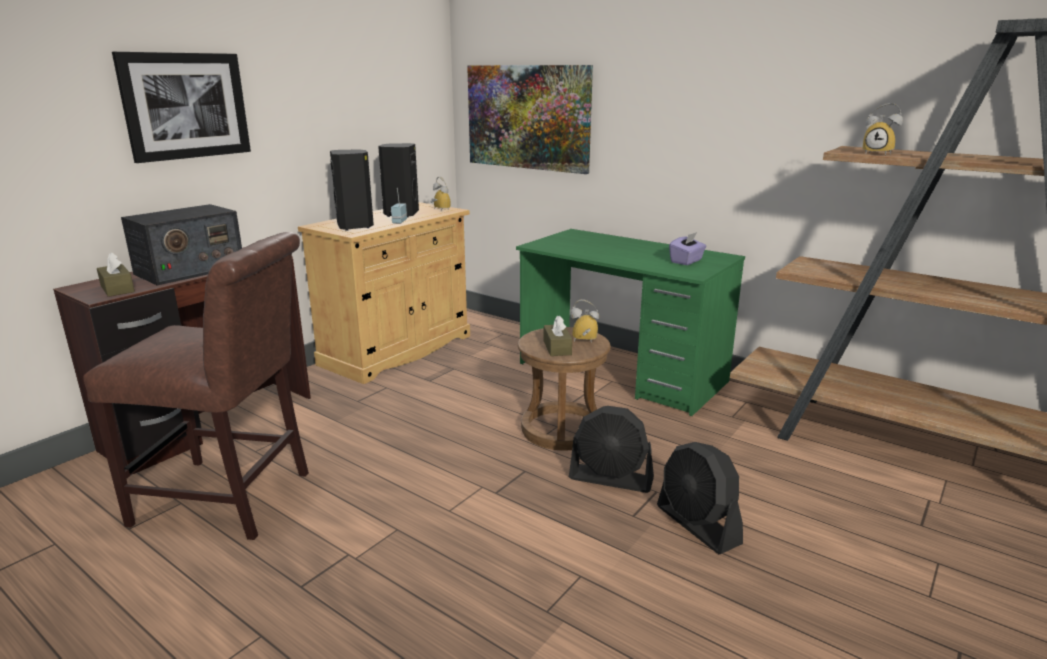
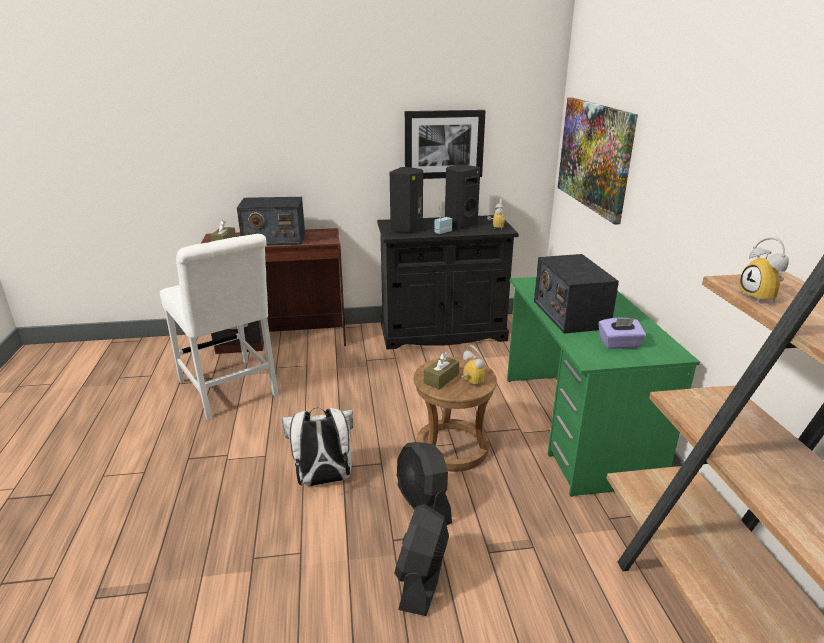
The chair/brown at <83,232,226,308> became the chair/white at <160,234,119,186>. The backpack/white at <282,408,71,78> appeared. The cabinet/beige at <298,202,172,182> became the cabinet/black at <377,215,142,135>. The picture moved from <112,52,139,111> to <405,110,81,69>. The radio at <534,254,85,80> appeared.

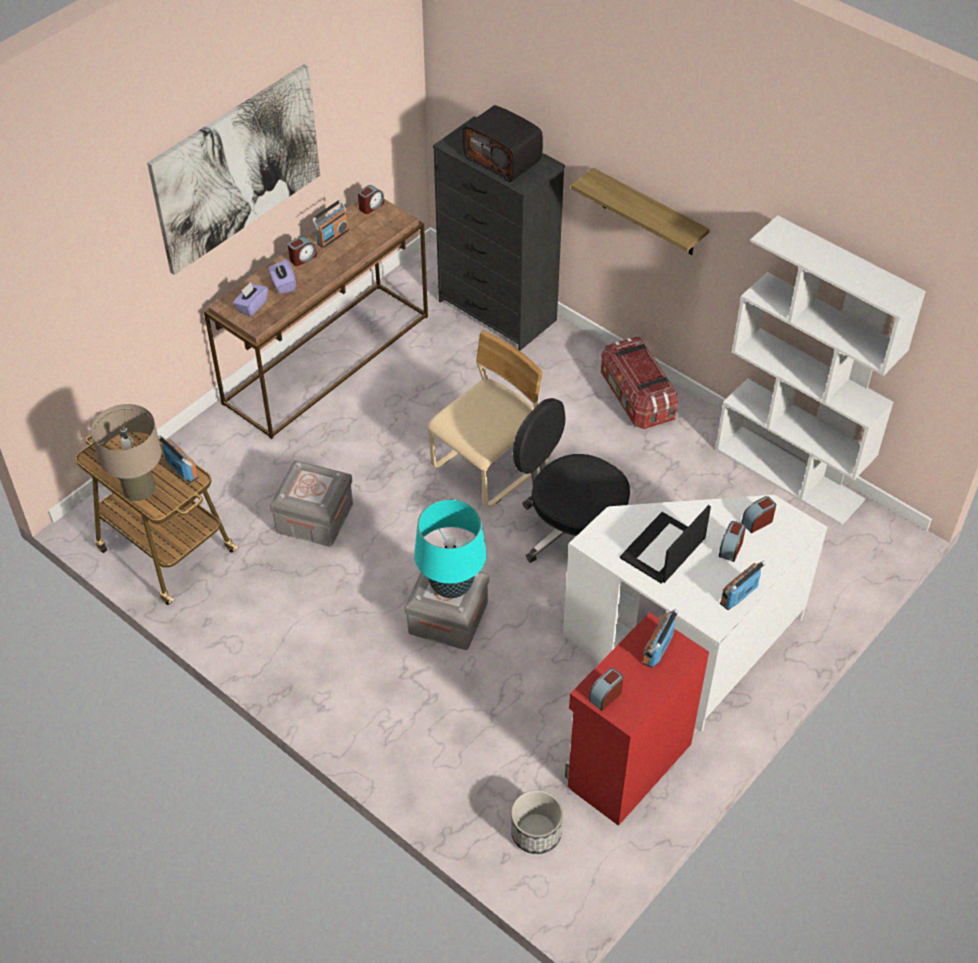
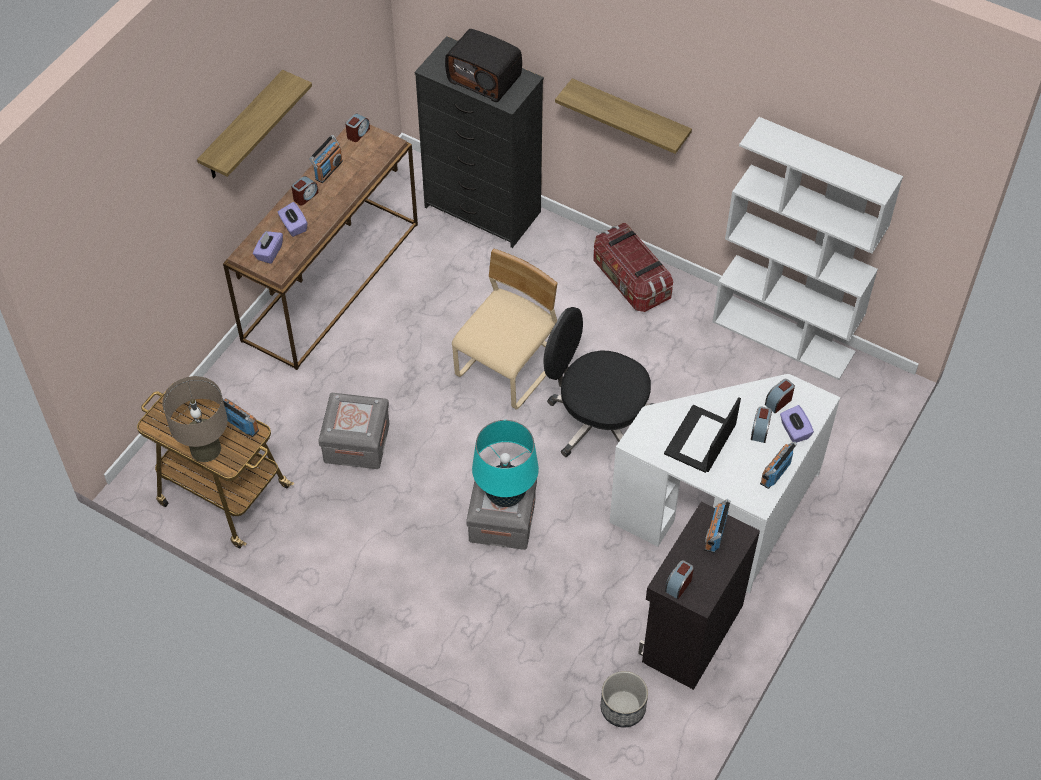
The picture at <147,64,173,211> was replaced by the shelf at <197,70,115,108>. The cabinet/red at <565,612,144,214> became the cabinet/black at <638,502,122,188>. The tissue box/purple at <780,405,34,38> appeared.

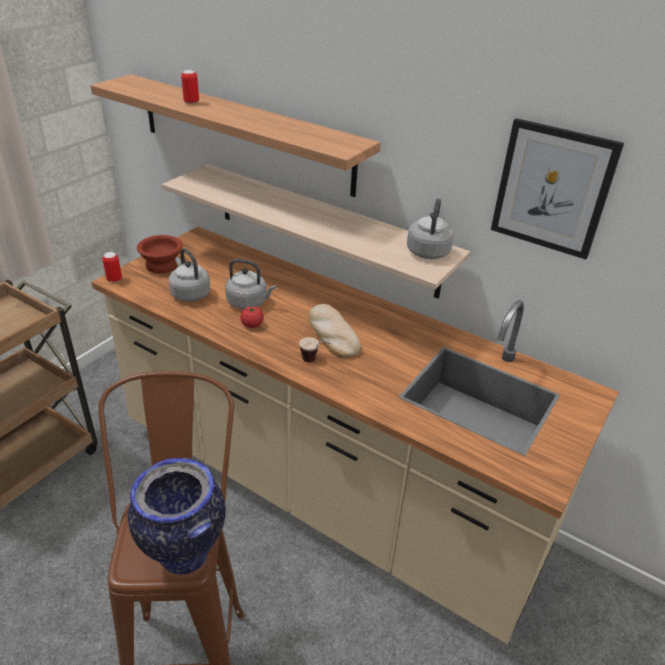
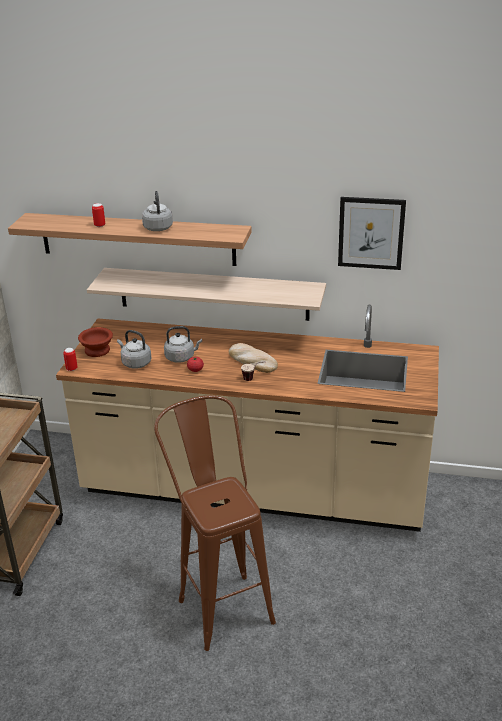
The kettle/grey moved from <407,198,47,61> to <142,191,31,40>. The vase at <128,458,98,117> disappeared.

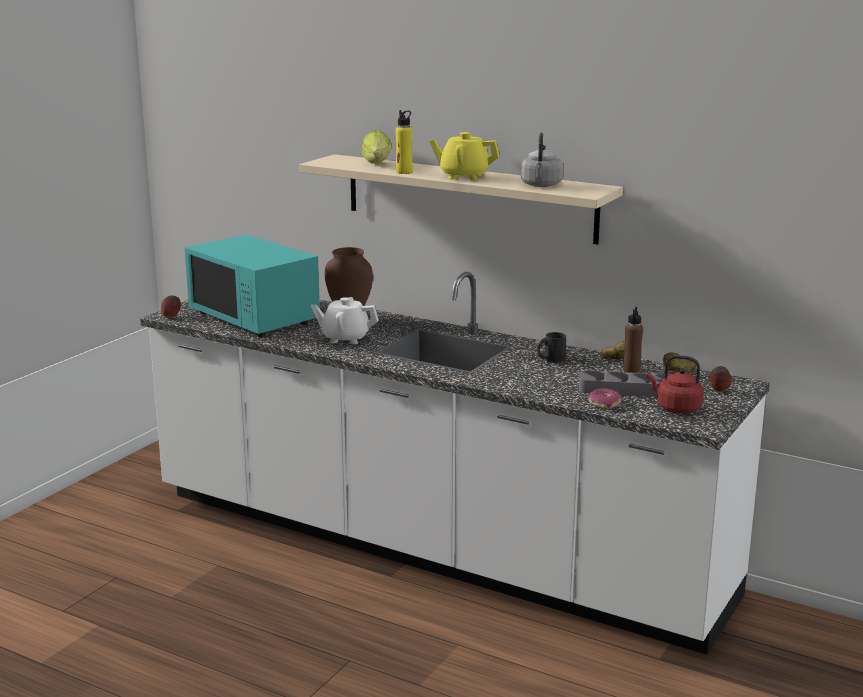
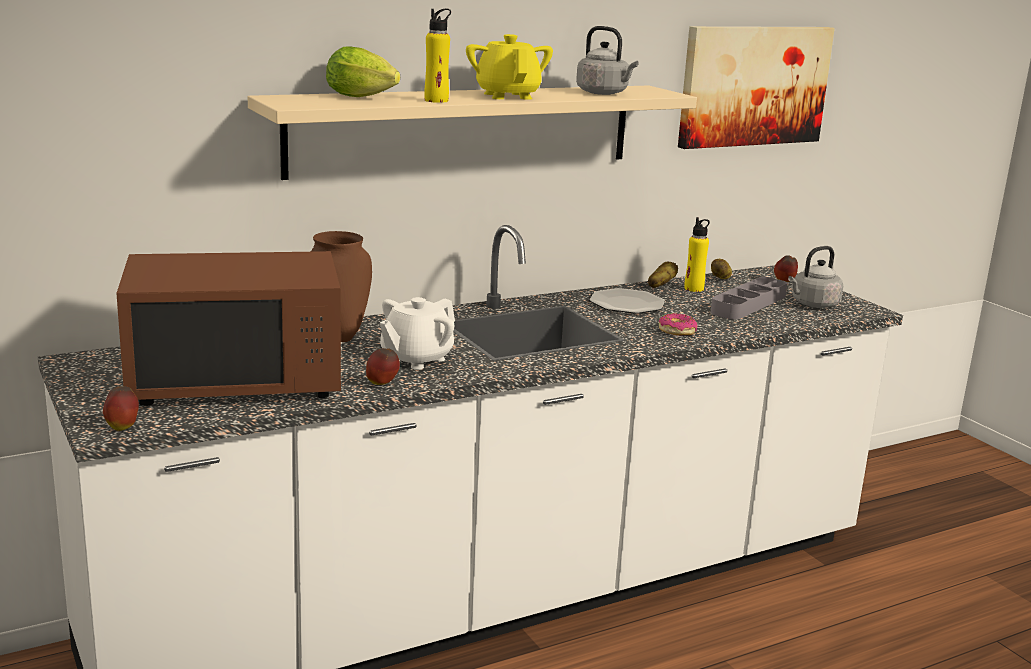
The microwave/turquoise at <185,234,135,103> became the microwave/brown at <116,251,225,155>. The apple at <366,348,34,37> appeared. The teapot/yellow at <429,132,71,48> turned 120 degrees clockwise. The mug/black at <537,332,29,31> was replaced by the plate at <590,288,75,26>. The donut moved from <588,388,34,21> to <659,313,39,22>. The picture at <678,26,157,123> appeared. The bottle/brown at <623,307,20,66> became the bottle/yellow at <684,217,26,75>. The kettle/red at <647,355,57,59> became the kettle/grey at <788,246,55,62>.

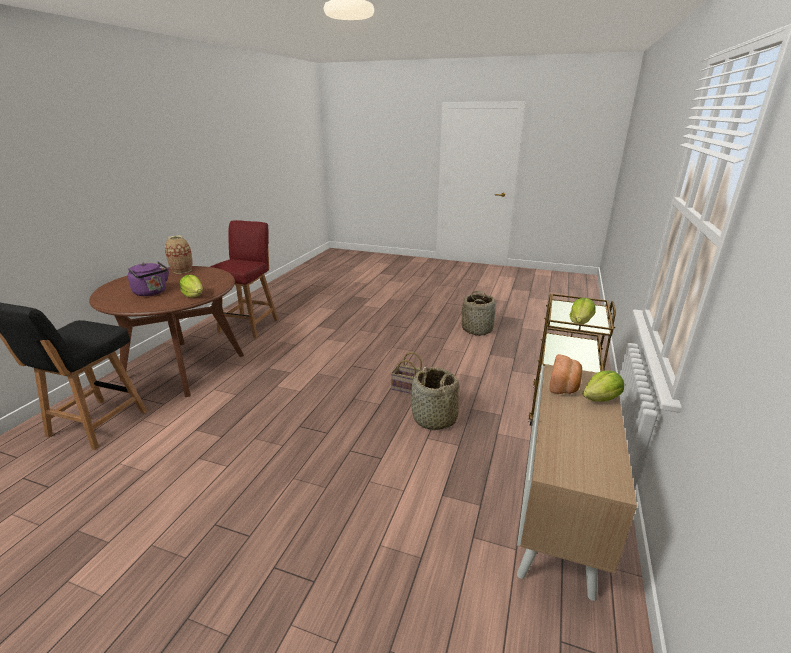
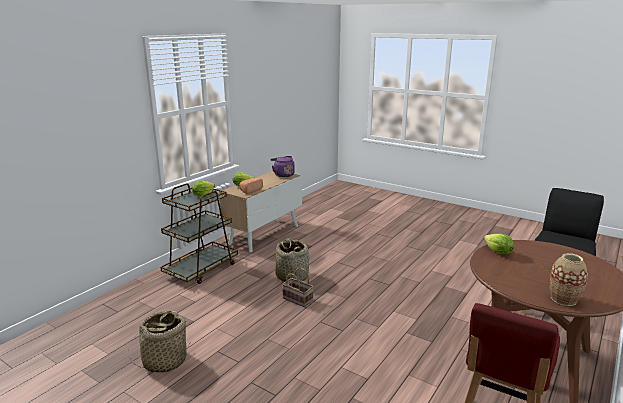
The kettle/purple moved from <128,261,41,35> to <270,156,25,21>.

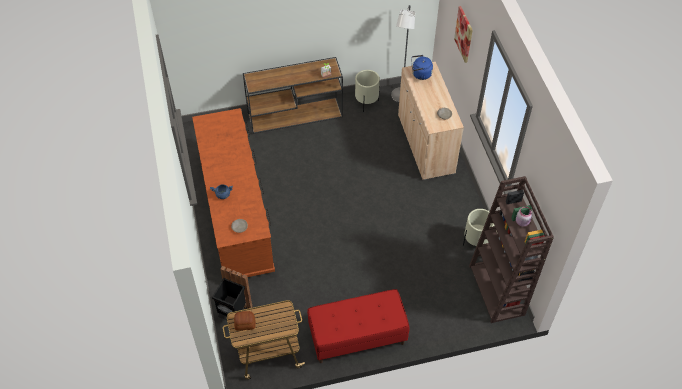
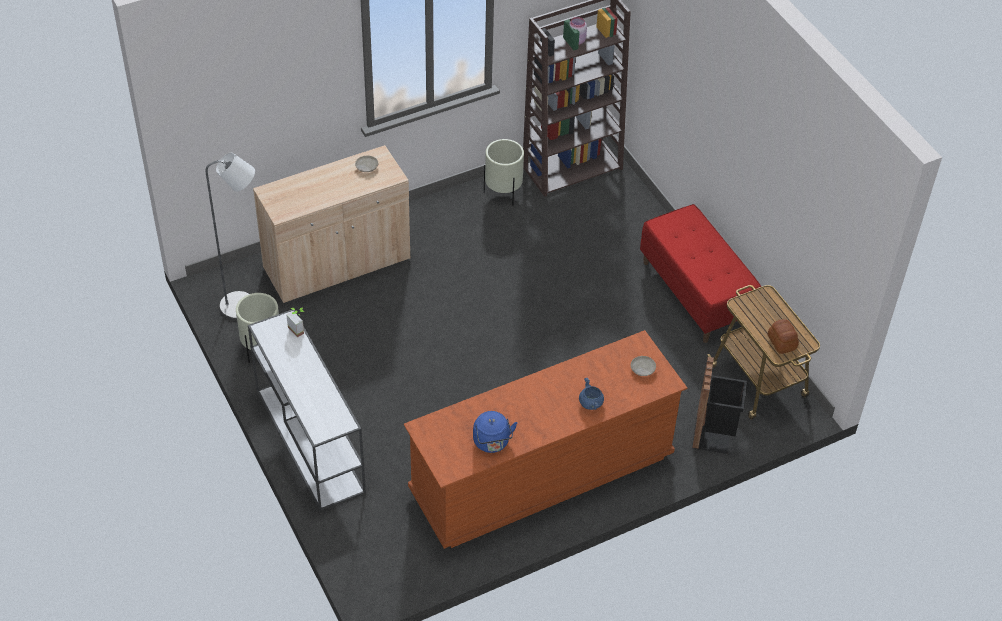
The console table/brown at <243,57,100,77> became the console table/white at <248,310,118,201>. The kettle/blue moved from <411,55,22,25> to <473,411,44,42>. The picture at <454,6,19,57> disappeared.

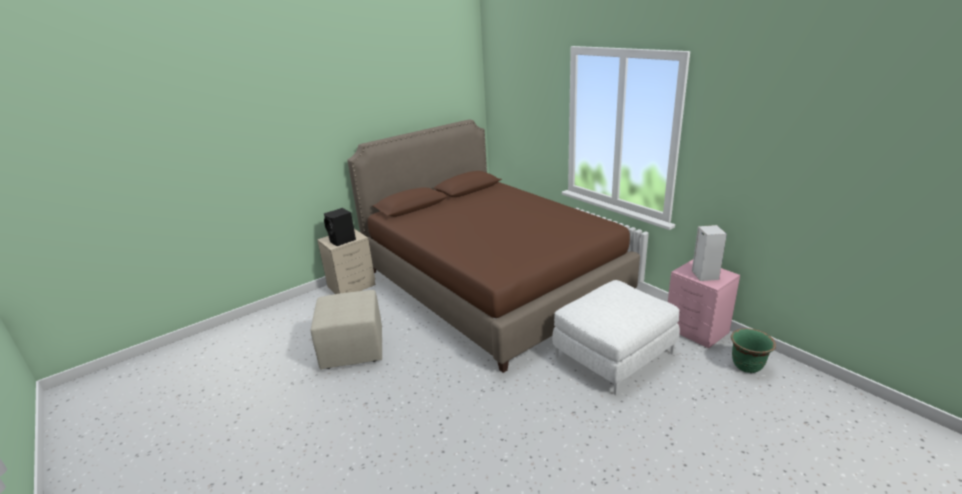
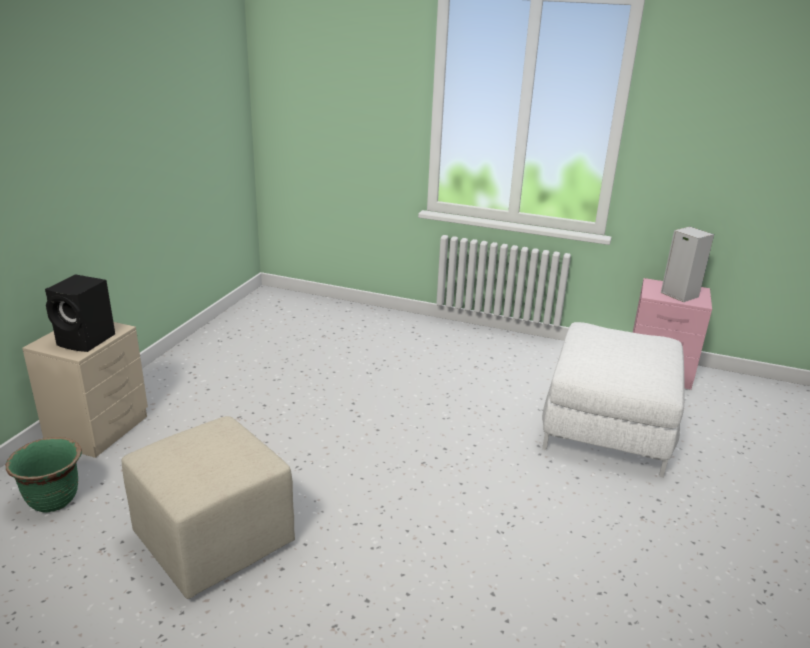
The planter/green moved from <731,328,45,45> to <6,437,76,76>. The bed/brown at <347,119,293,254> disappeared.

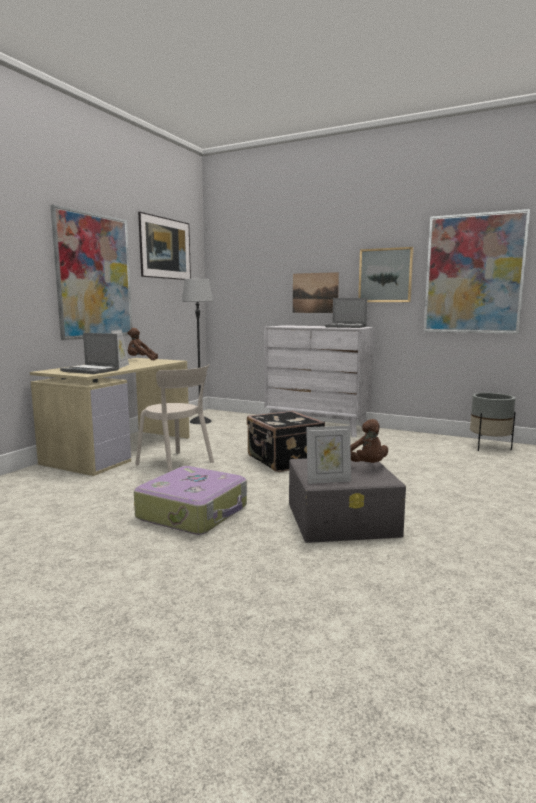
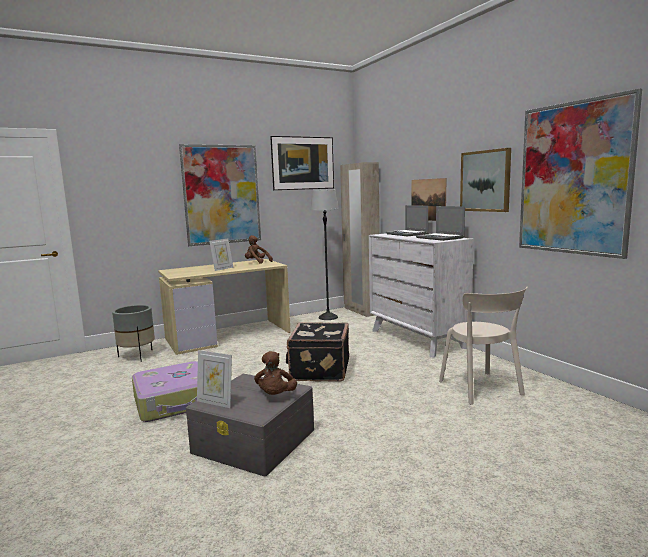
The planter/grey moved from <470,393,45,58> to <112,305,43,57>. The wardrobe/beige at <340,162,40,155> appeared. The laptop moved from <60,333,59,41> to <386,205,42,31>. The chair/beige moved from <135,364,79,108> to <439,287,89,118>.

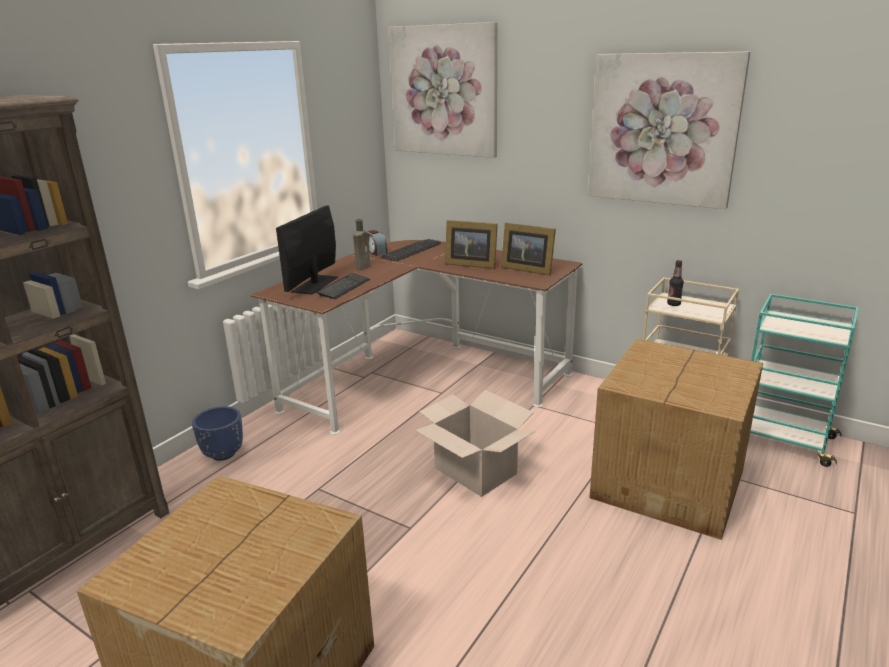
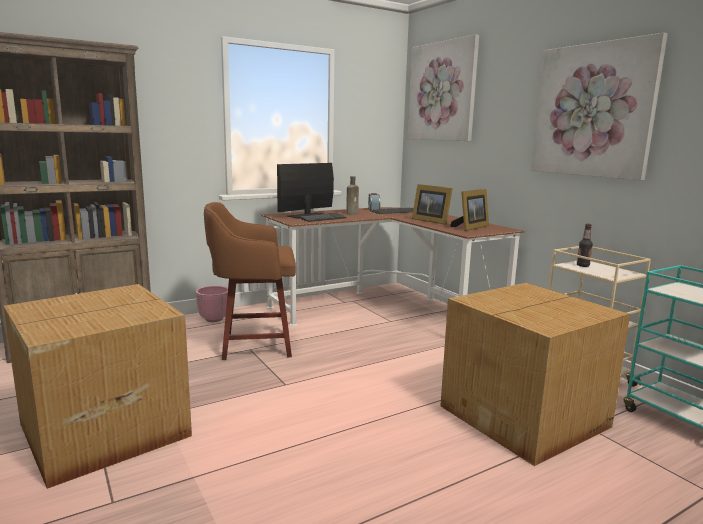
The planter/blue at <192,406,51,55> became the planter/pink at <196,286,32,36>. The stool/brown at <204,202,92,158> appeared. The picture frame at <501,223,55,52> turned 105 degrees counterclockwise. The cardboard box at <415,390,120,107> disappeared.

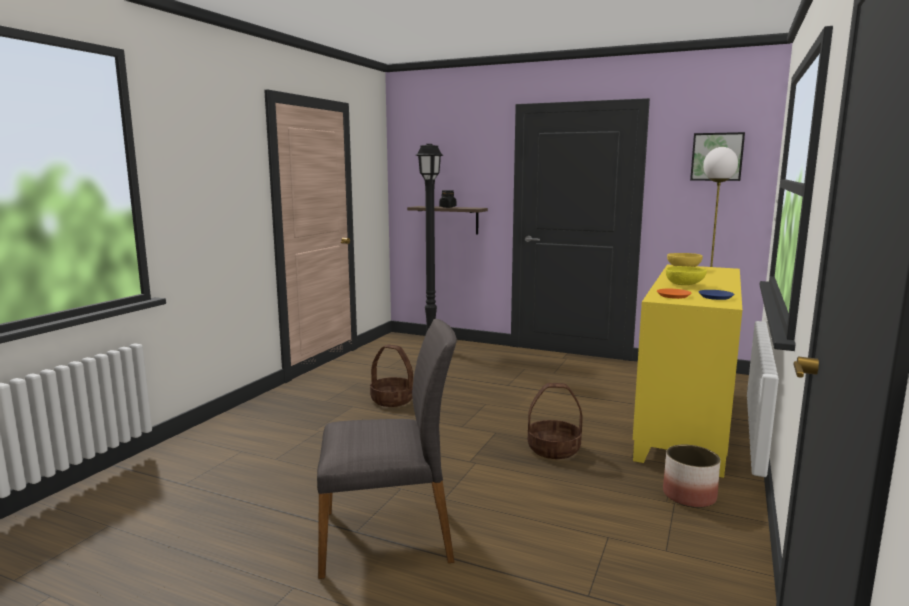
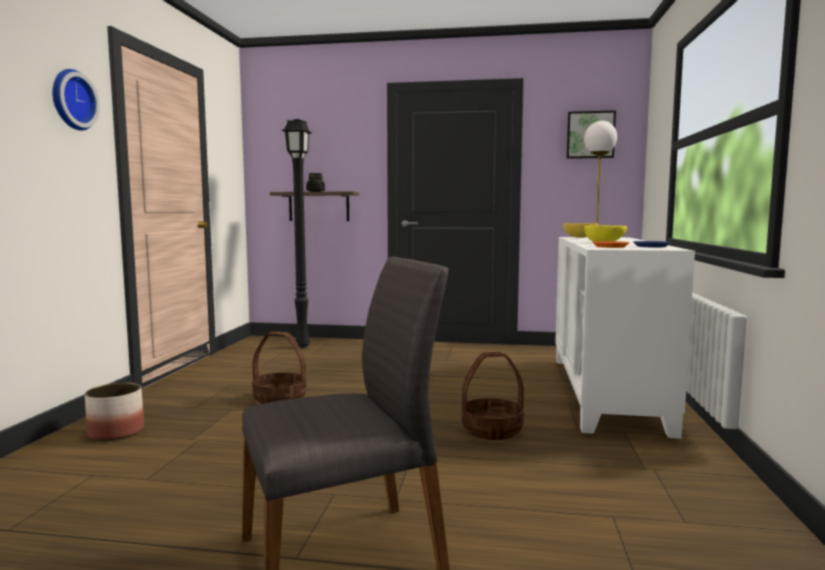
The wall clock at <52,69,48,62> appeared. The planter moved from <663,445,57,63> to <85,383,59,58>. The cabinet/yellow at <633,264,109,214> became the cabinet/white at <555,237,140,202>.

